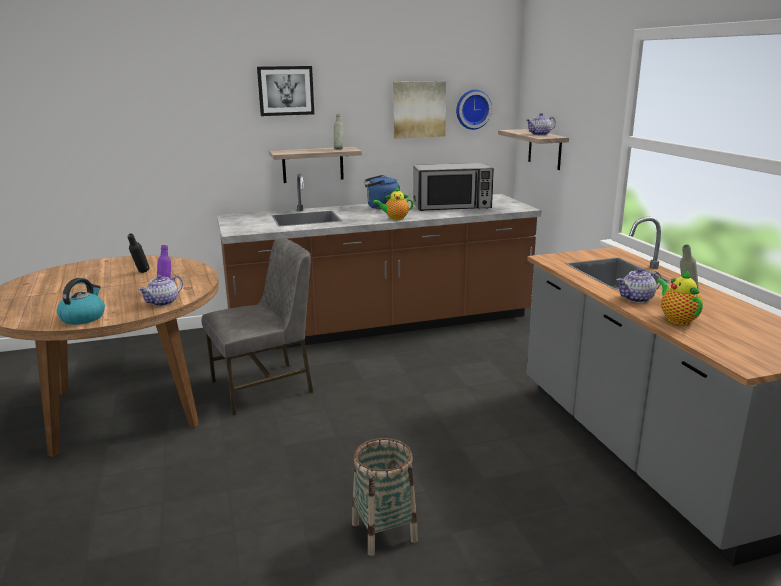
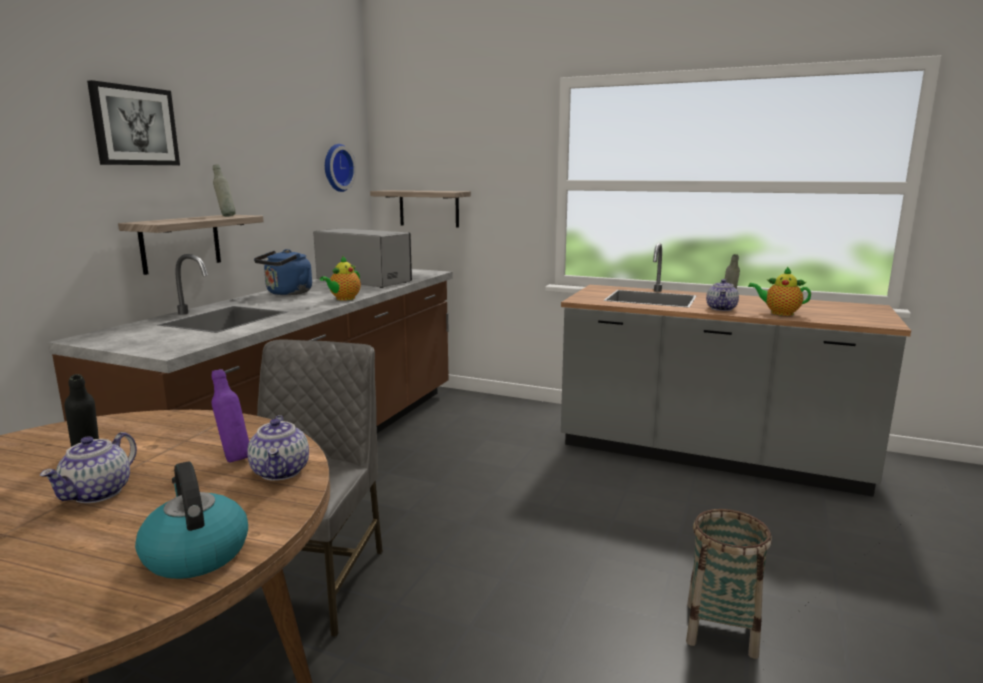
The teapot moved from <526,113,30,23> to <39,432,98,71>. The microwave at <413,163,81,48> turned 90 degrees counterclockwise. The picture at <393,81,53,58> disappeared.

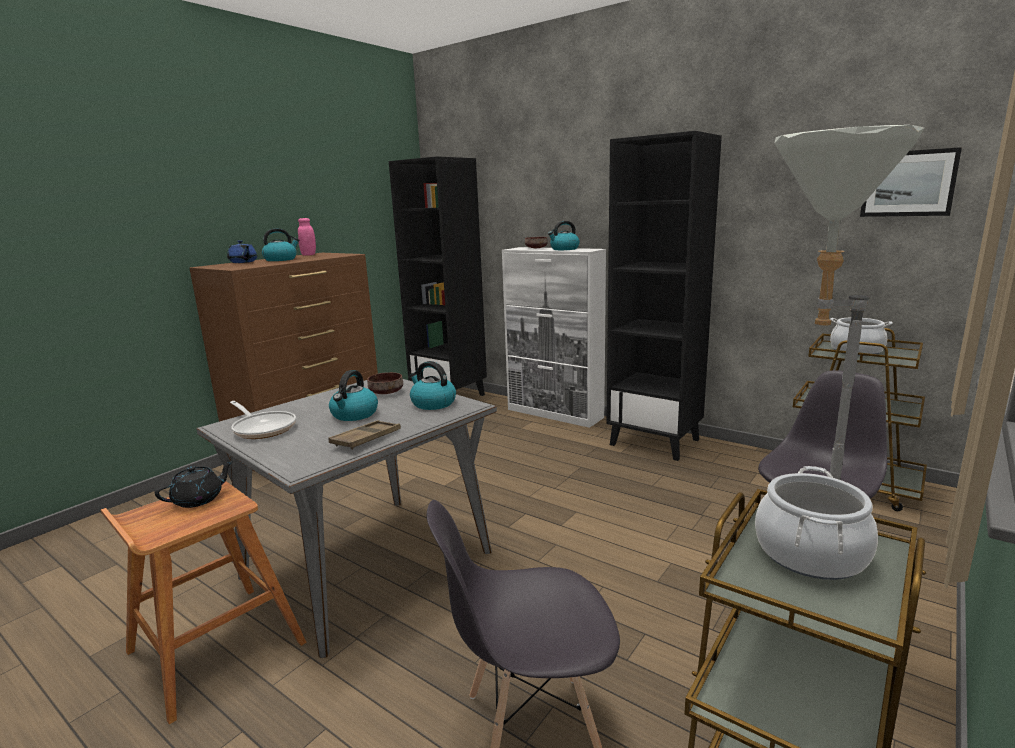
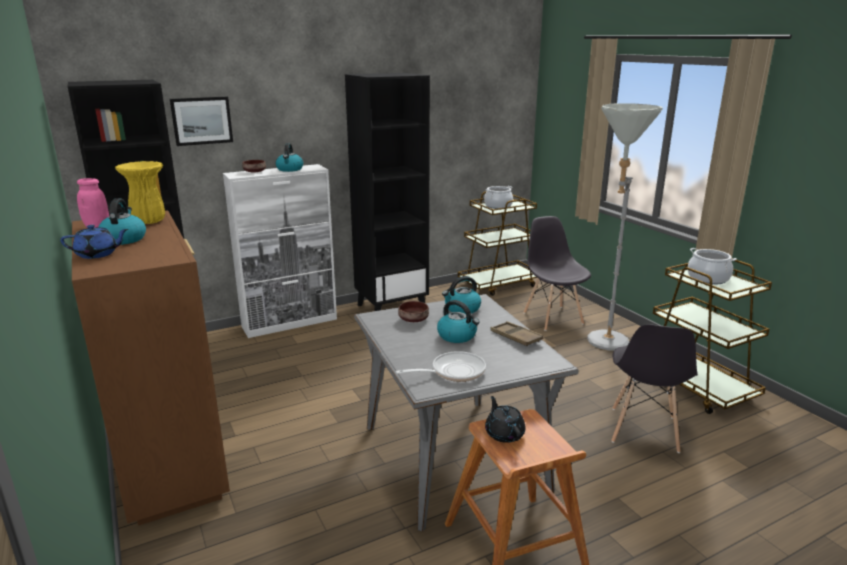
The vase/yellow at <115,161,50,63> appeared. The picture moved from <860,147,102,70> to <170,97,63,49>.

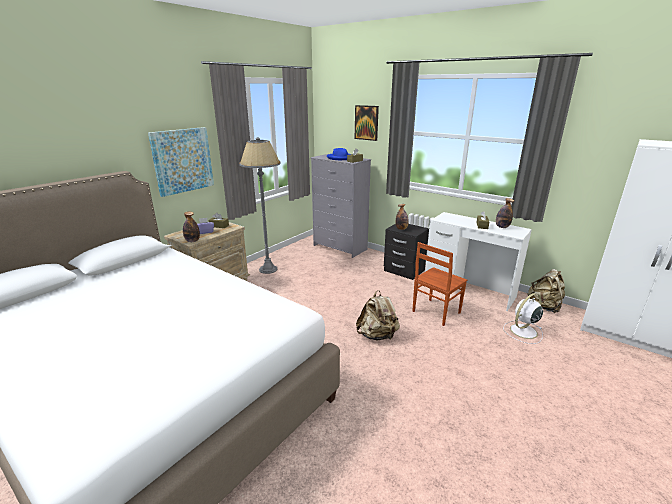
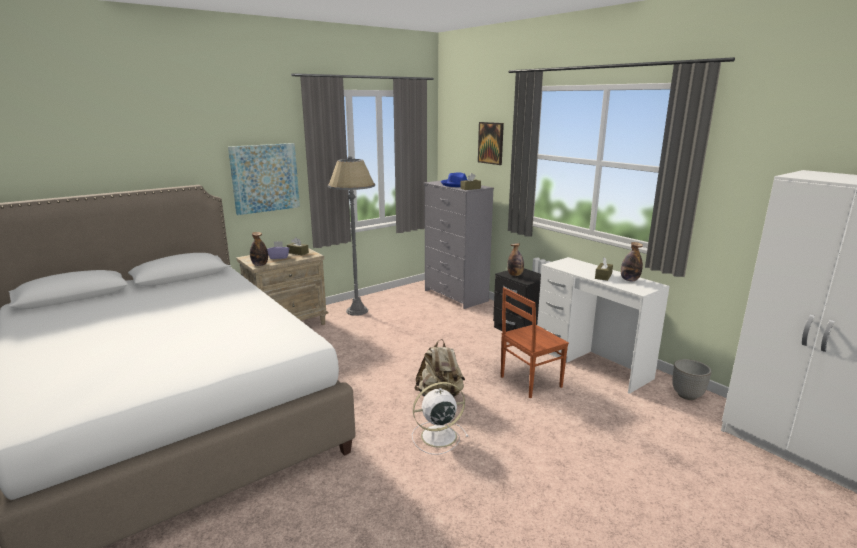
The fan/white moved from <503,293,40,51> to <412,382,57,73>. The backpack/beige at <528,269,37,44> was replaced by the planter at <673,359,38,41>.

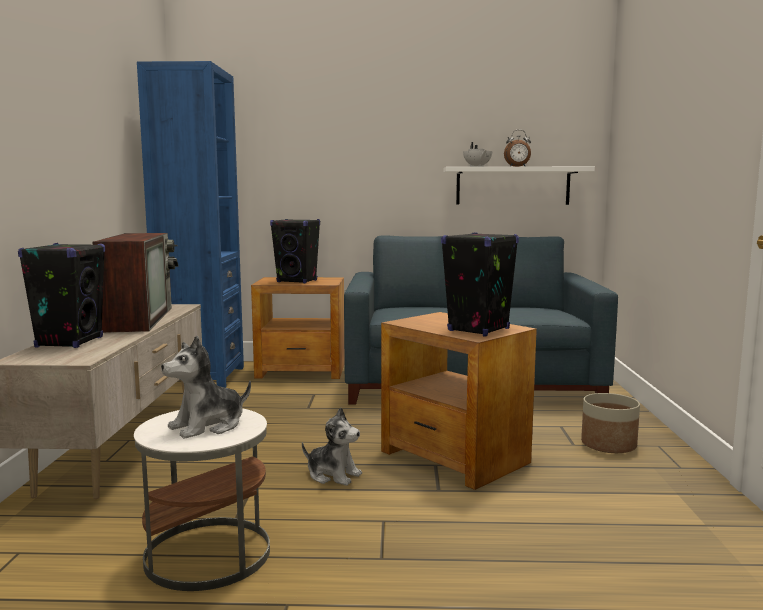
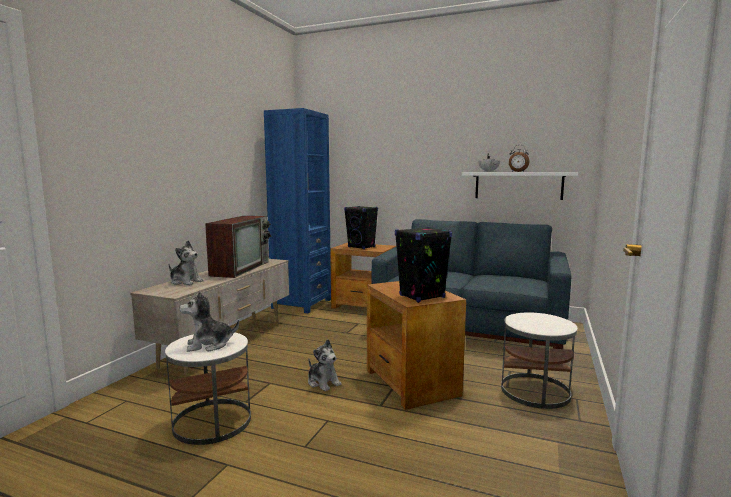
The speaker/black at <18,243,87,105> was replaced by the plush toy at <169,240,35,45>. The planter at <581,393,59,60> was replaced by the side table/white at <501,312,77,97>.

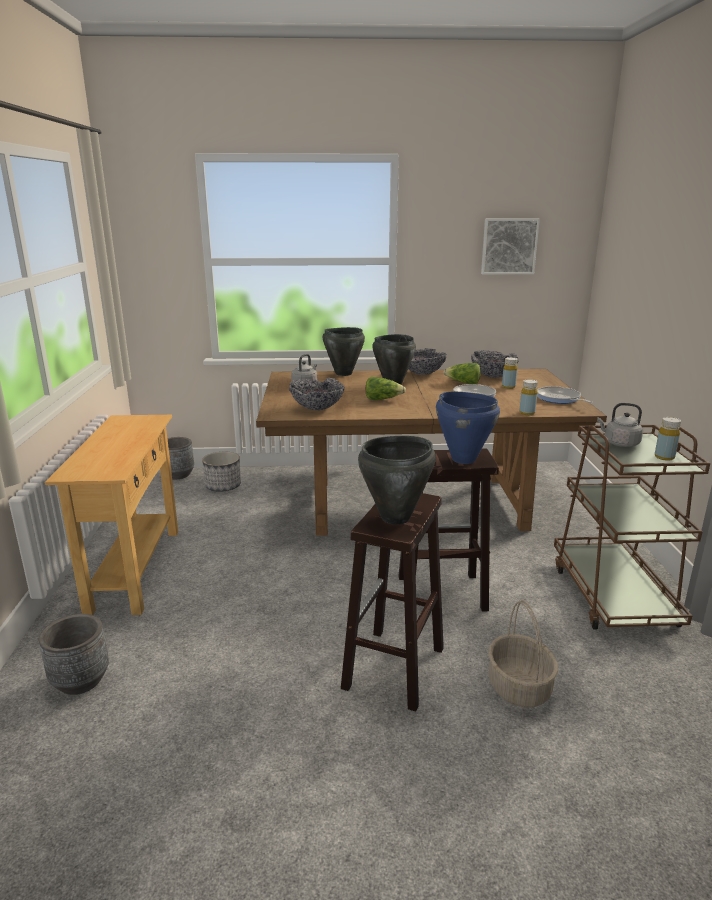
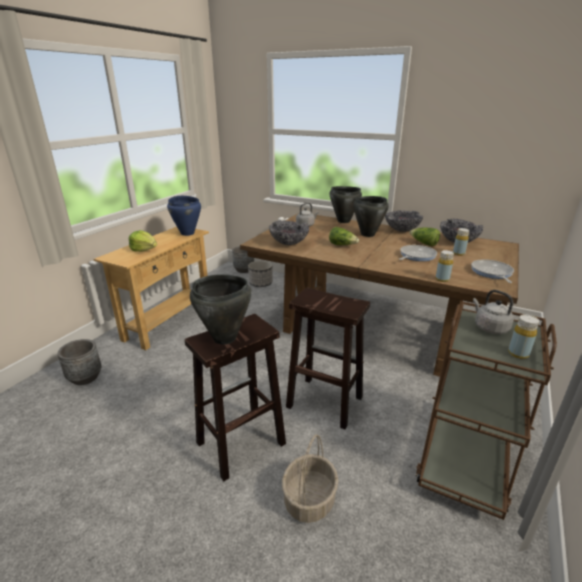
The lettuce at <129,230,28,22> appeared. The cooking pot/blue moved from <436,392,64,72> to <167,196,34,40>. The picture at <481,219,59,56> disappeared.

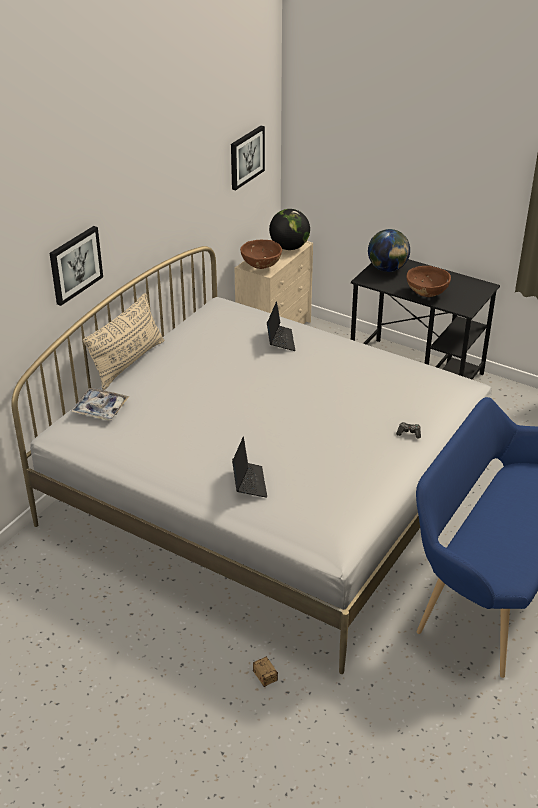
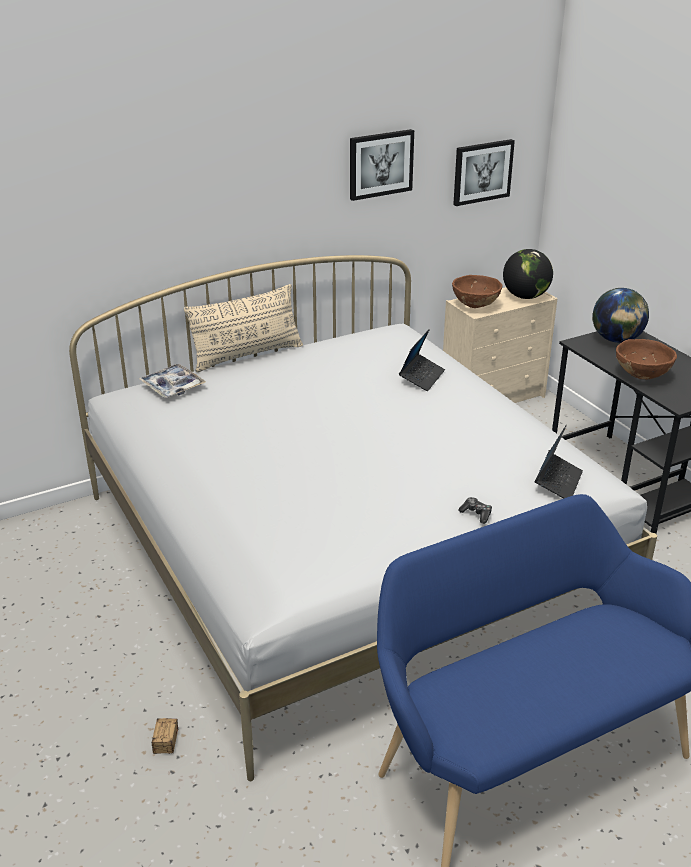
The picture moved from <50,226,53,80> to <350,129,64,72>. The laptop moved from <232,437,35,61> to <535,425,48,74>.

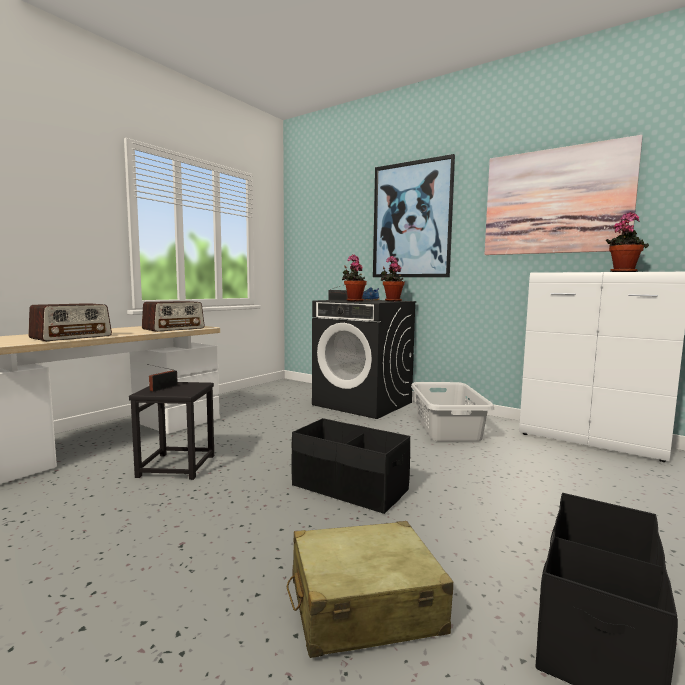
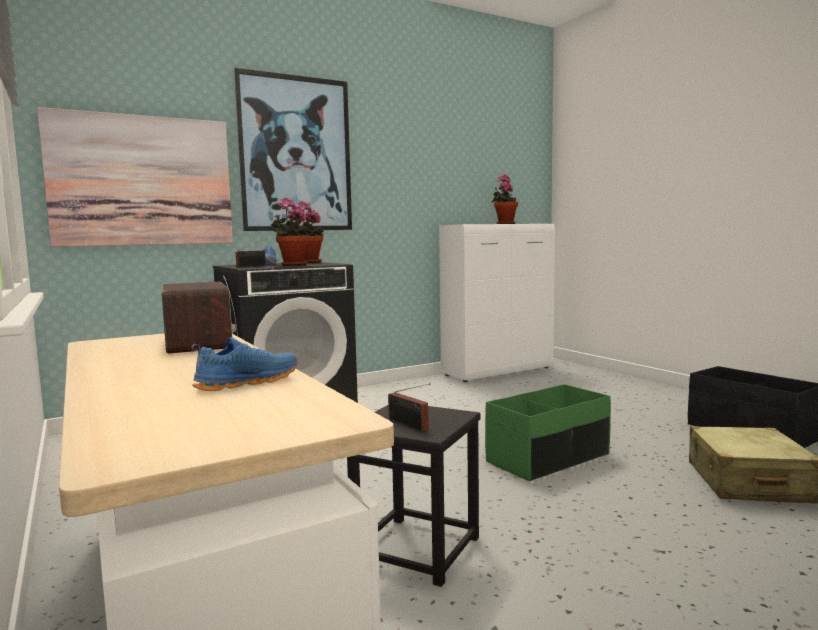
The picture moved from <484,135,159,120> to <37,107,196,140>. The radio at <28,303,84,38> was replaced by the shoe/blue at <191,337,106,54>. The storage box/black at <291,418,119,96> became the storage box/green at <485,384,126,97>. The laundry basket/grey at <411,382,83,59> disappeared.

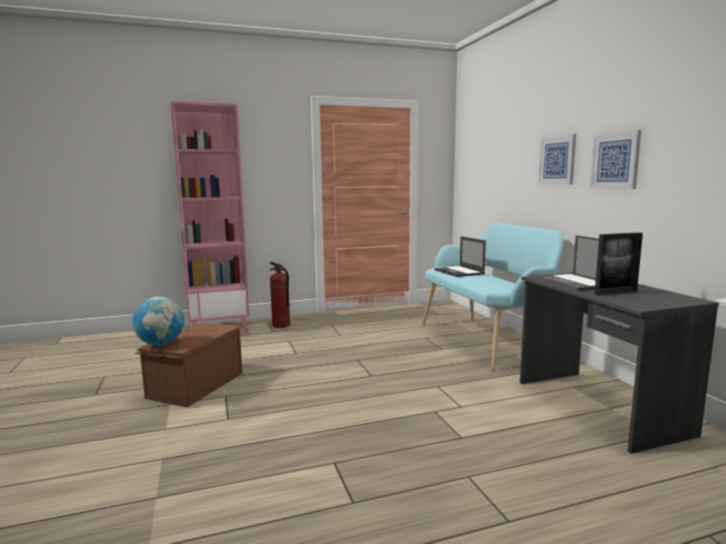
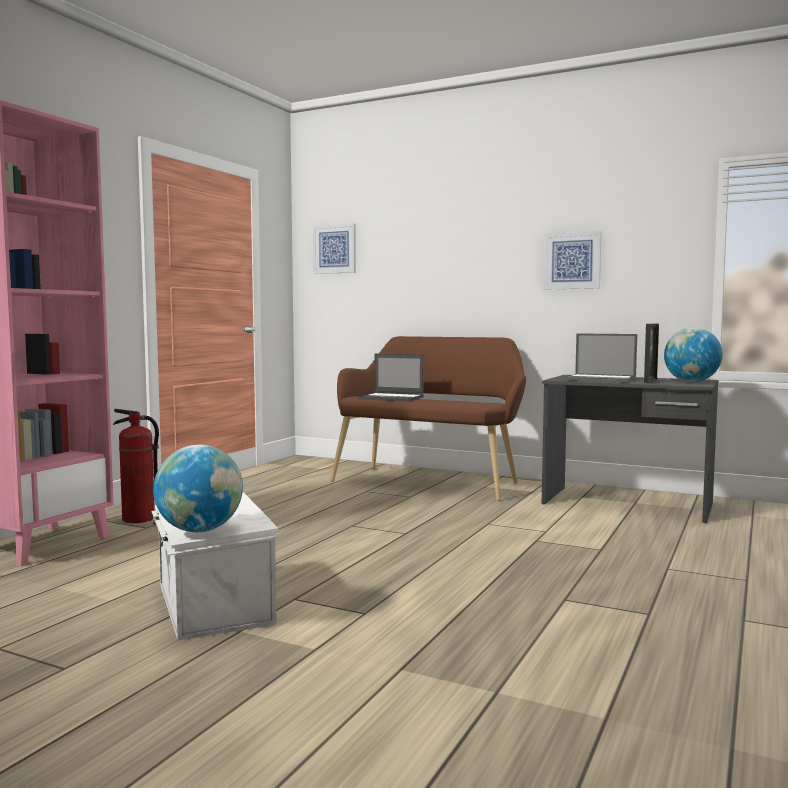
The storage box/brown at <134,323,108,84> became the storage box/white at <152,493,127,148>. The picture moved from <538,134,38,50> to <313,223,43,51>. The bench/turquoise at <422,223,141,147> became the bench/brown at <330,336,196,165>. The globe at <664,327,59,55> appeared.

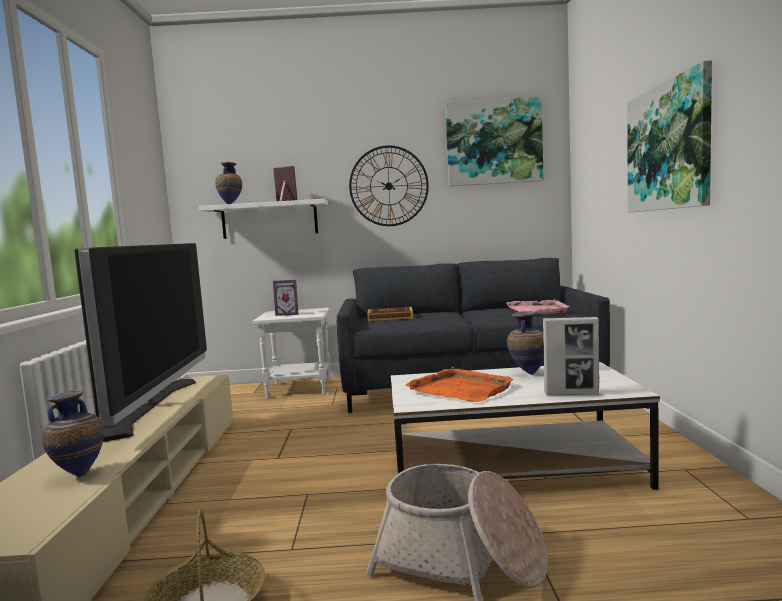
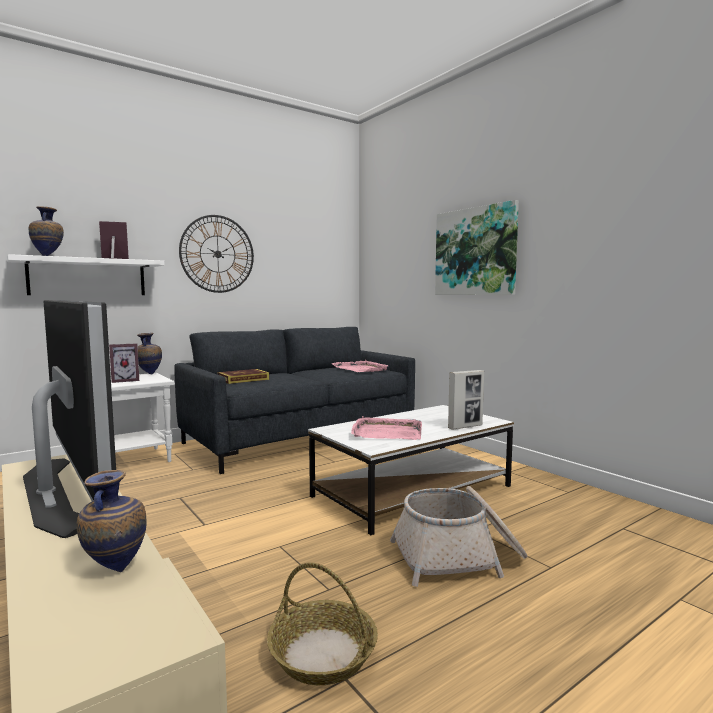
The vase moved from <507,311,37,64> to <137,333,25,41>. The tray/orange at <406,367,107,35> became the tray/pink at <351,416,71,24>. The picture at <445,97,99,89> disappeared.

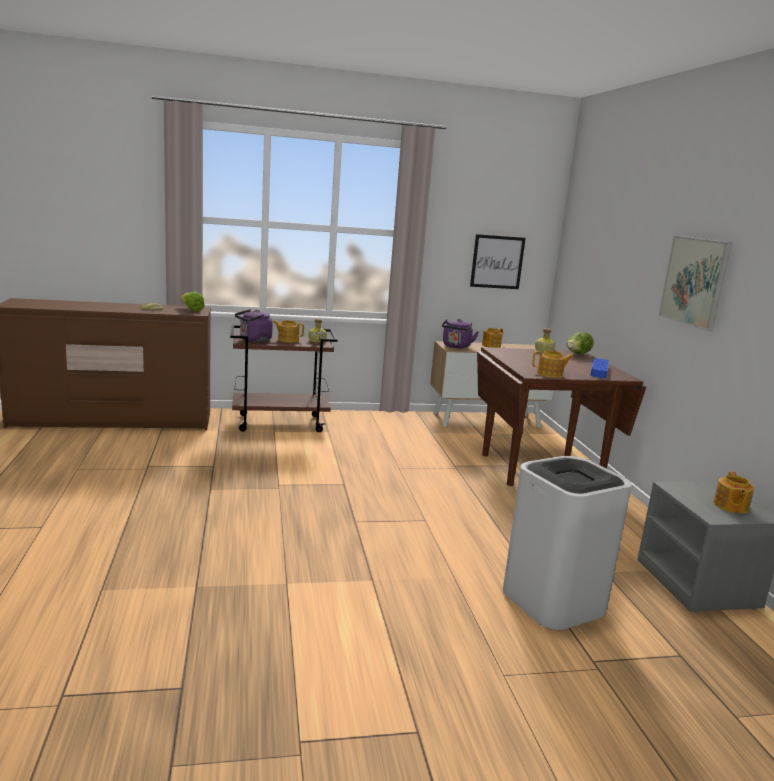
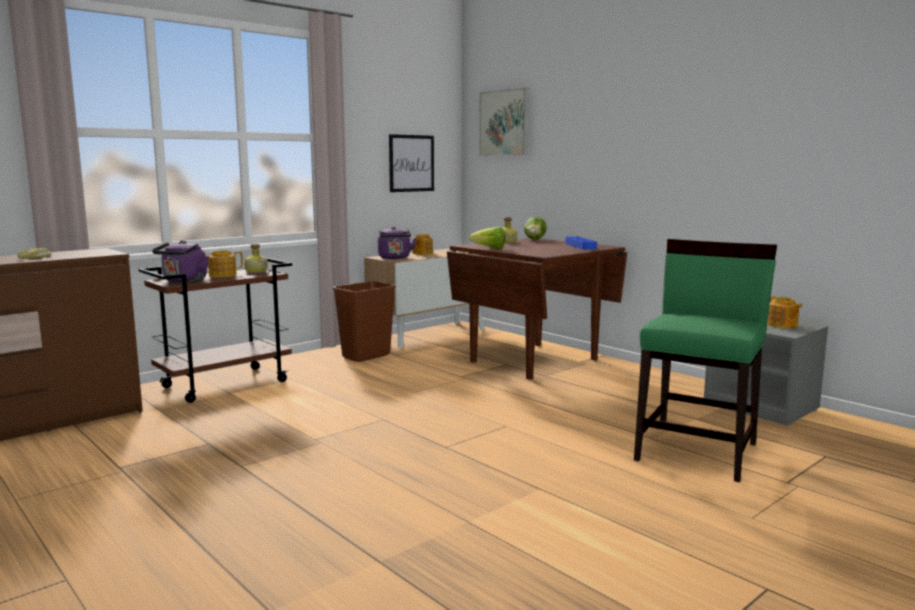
The trash can/brown at <333,281,63,81> appeared. The lettuce moved from <180,292,25,19> to <469,227,36,22>. The picture moved from <659,236,73,95> to <479,87,49,69>. The trash can/white at <503,456,129,174> was replaced by the chair/green at <634,239,143,243>. The teapot at <532,350,42,28> disappeared.

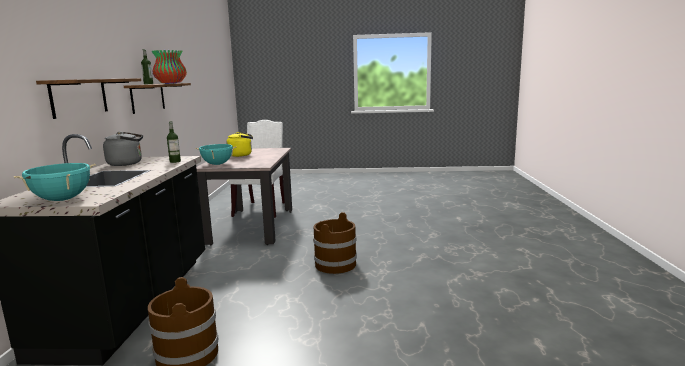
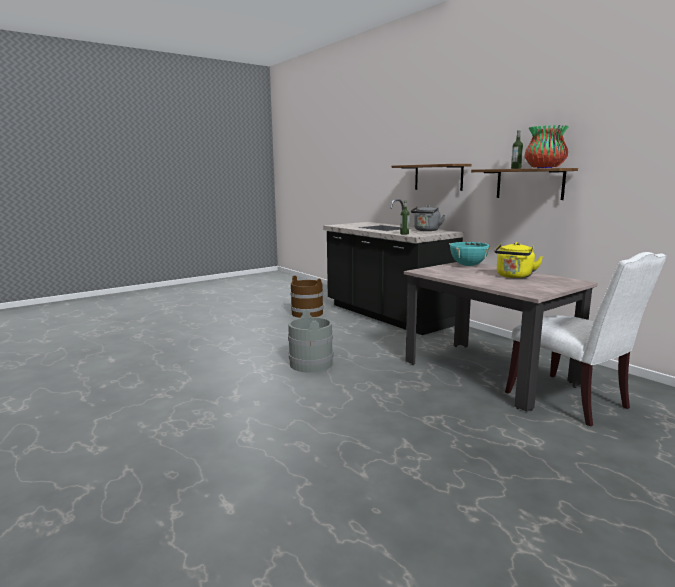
The bucket/brown at <313,212,44,62> became the bucket/grey at <288,309,45,63>. The cooking pot/turquoise at <14,163,82,38> disappeared.

